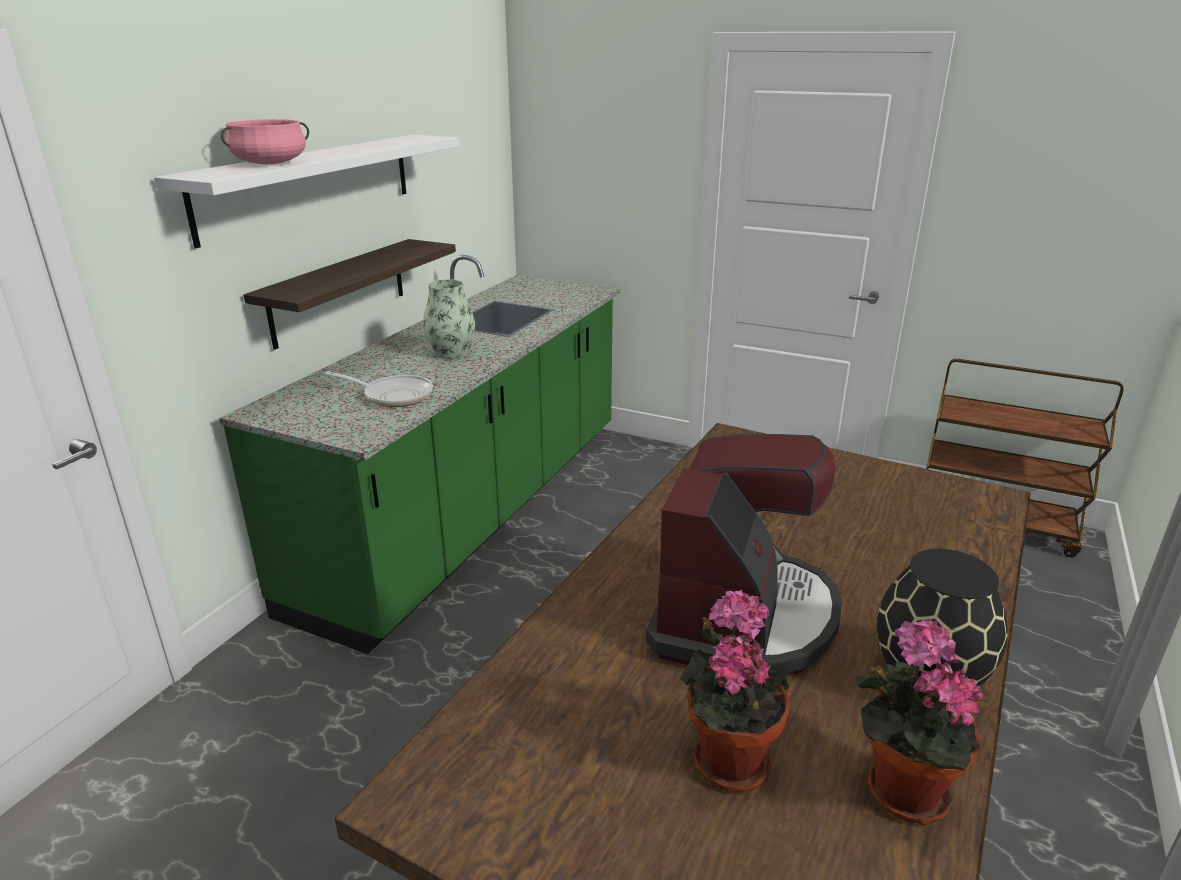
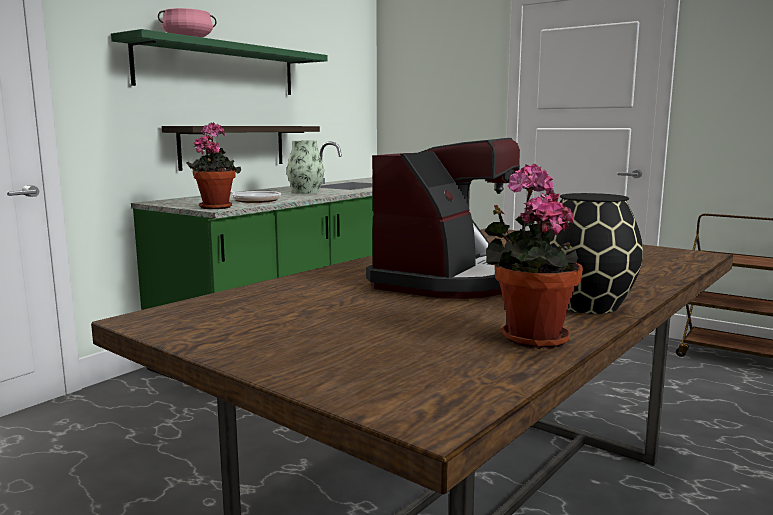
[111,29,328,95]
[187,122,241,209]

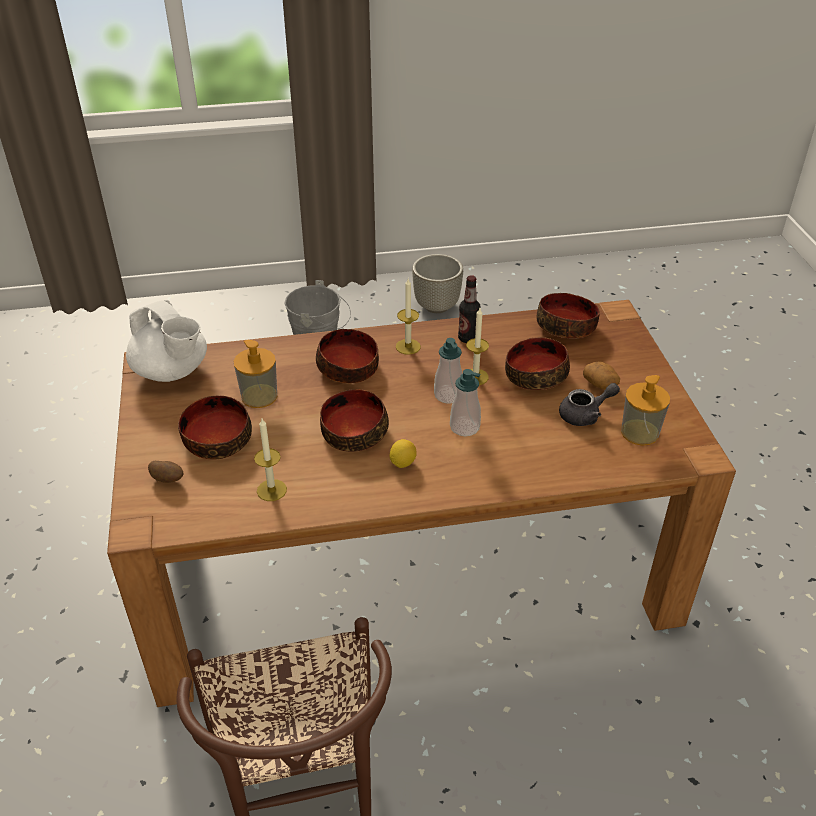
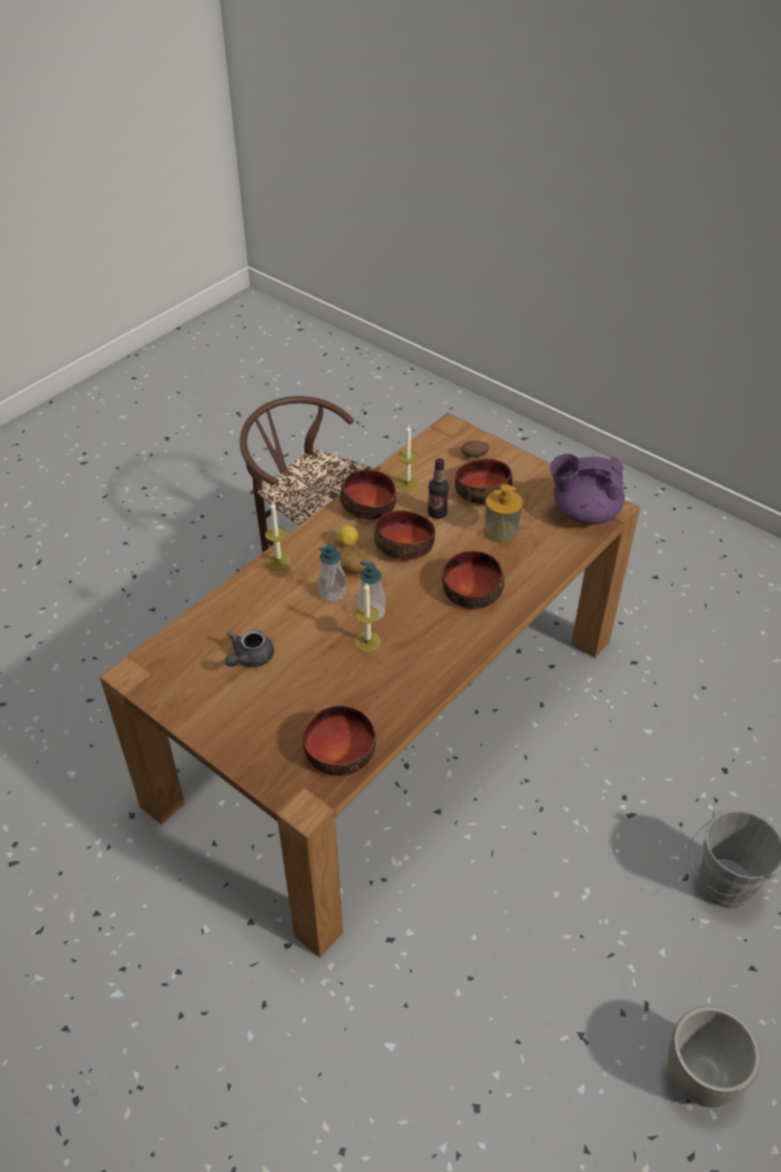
[428,458,449,519]
[265,501,291,570]
[550,454,625,525]
[340,470,396,520]
[340,549,373,574]
[621,375,670,446] (first image)

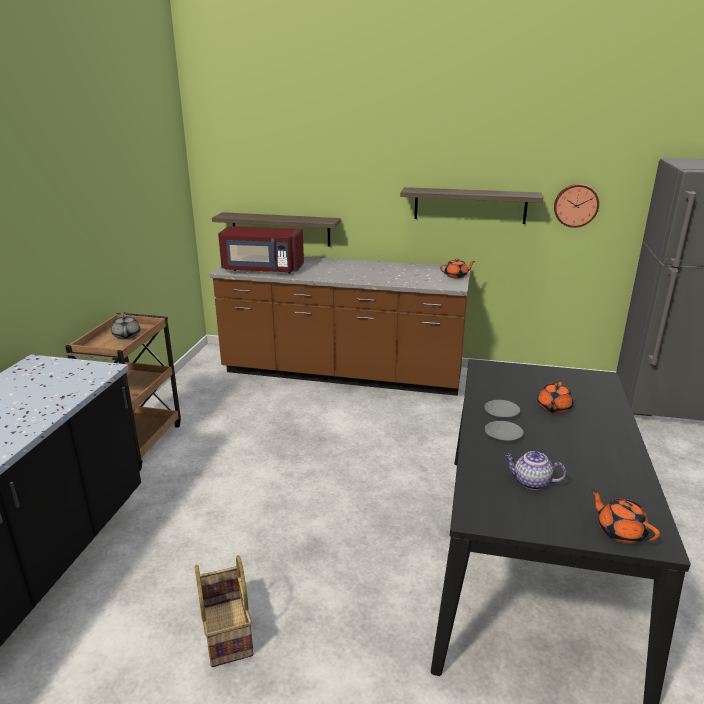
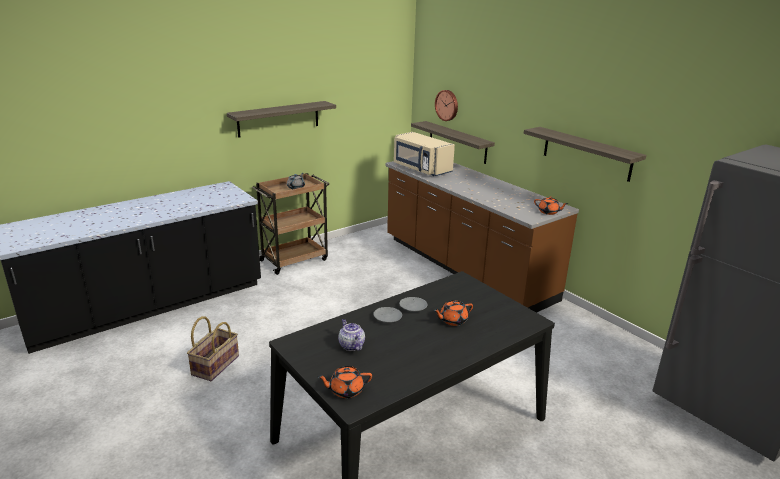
[435,90,458,121]
[394,132,455,176]
[317,366,372,398]
[227,101,336,138]

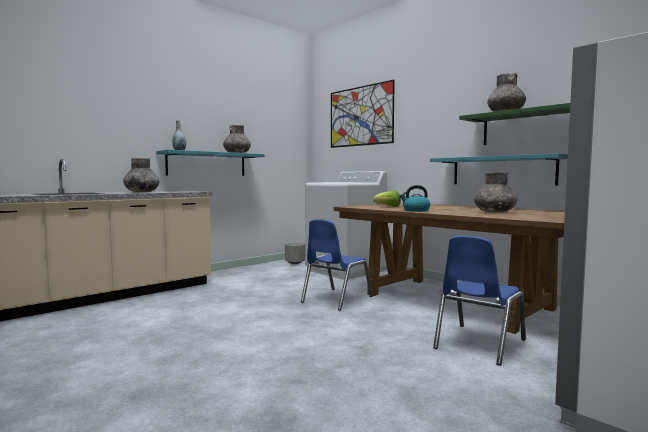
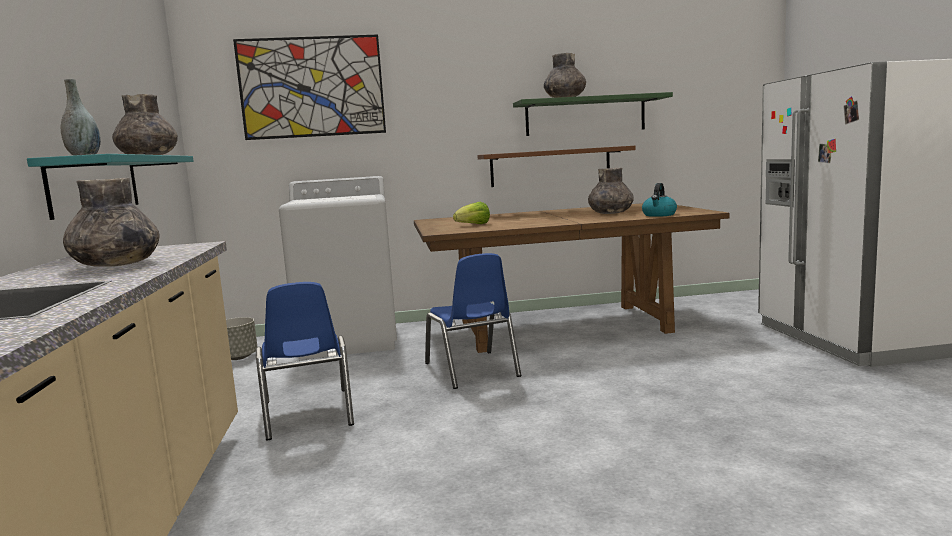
[477,146,635,187]
[642,183,677,217]
[256,282,354,440]

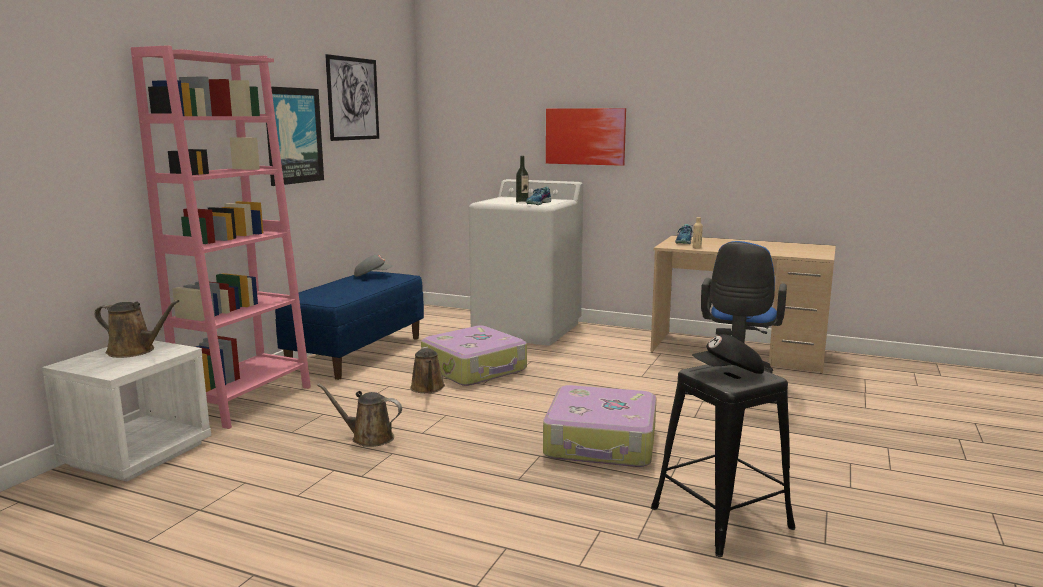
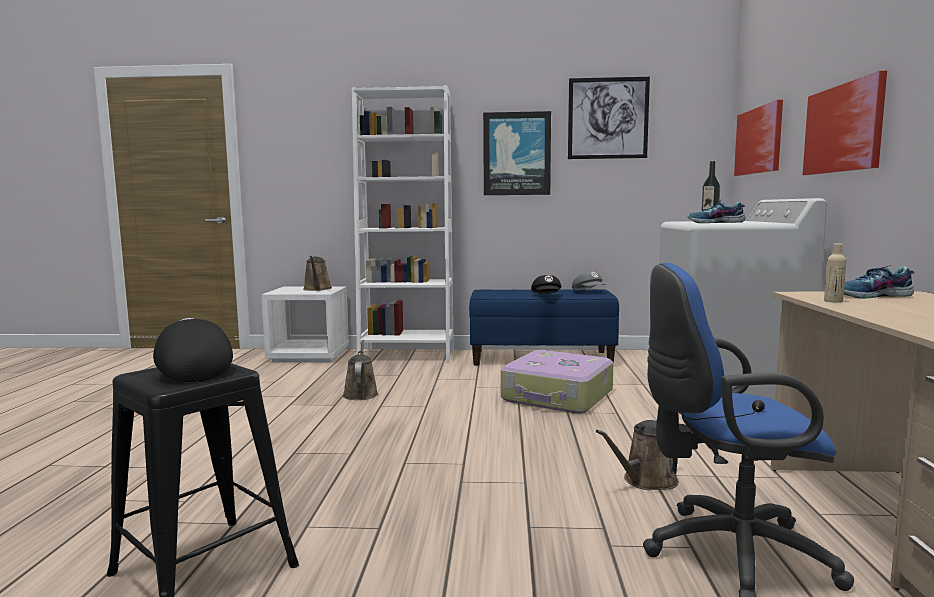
[352,85,454,363]
[596,420,679,490]
[543,385,656,467] (first image)
[734,100,783,176]
[531,275,561,294]

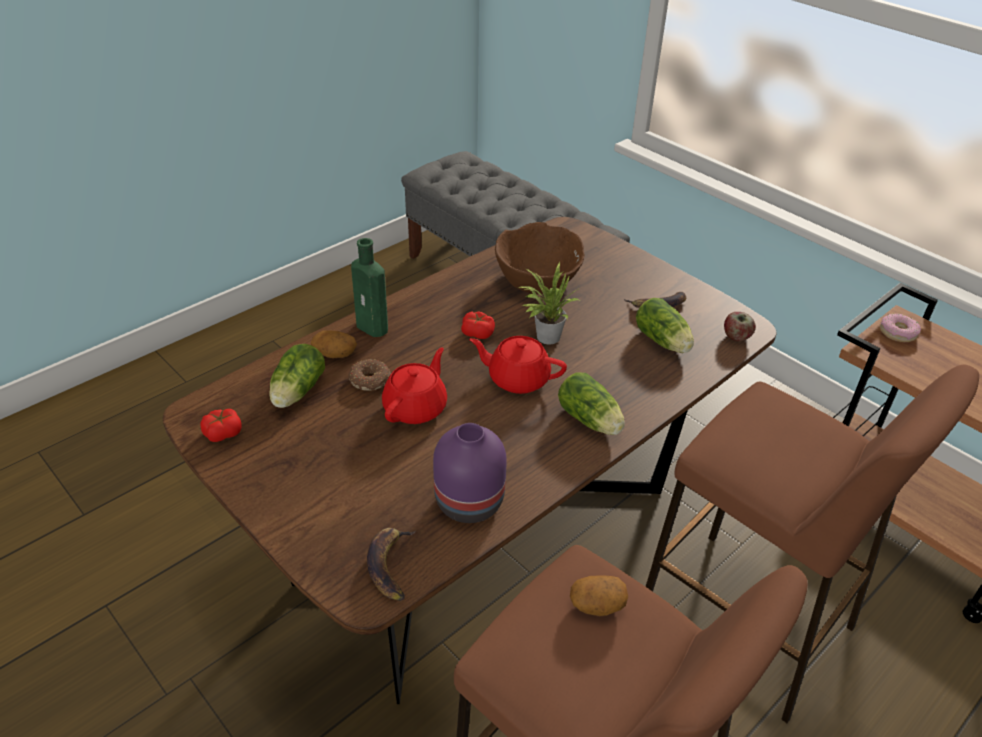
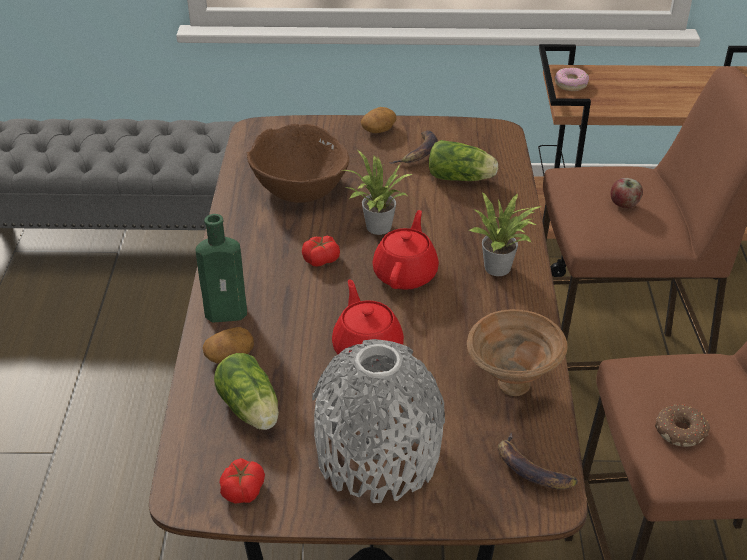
[610,178,643,208]
[372,210,439,290]
[655,404,710,447]
[470,192,541,276]
[467,309,568,396]
[361,107,396,133]
[312,339,445,503]

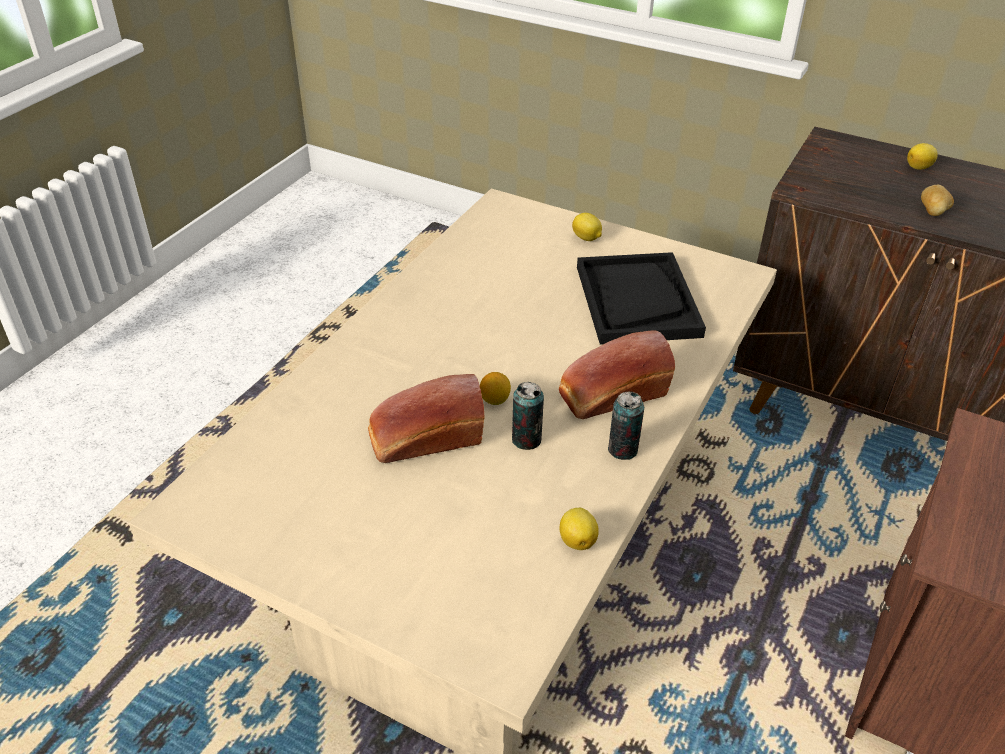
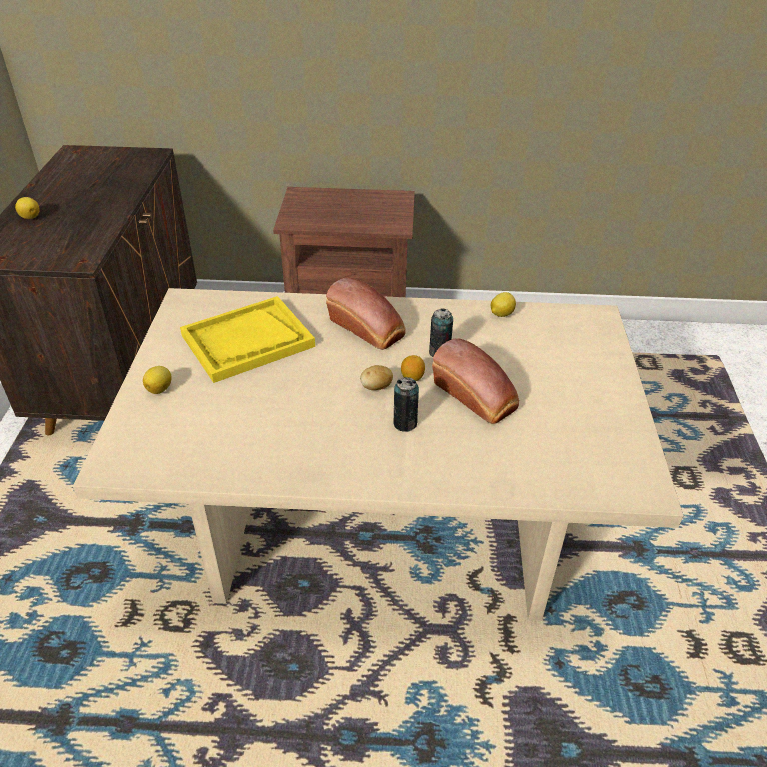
[360,365,393,390]
[180,296,315,383]
[393,377,419,432]

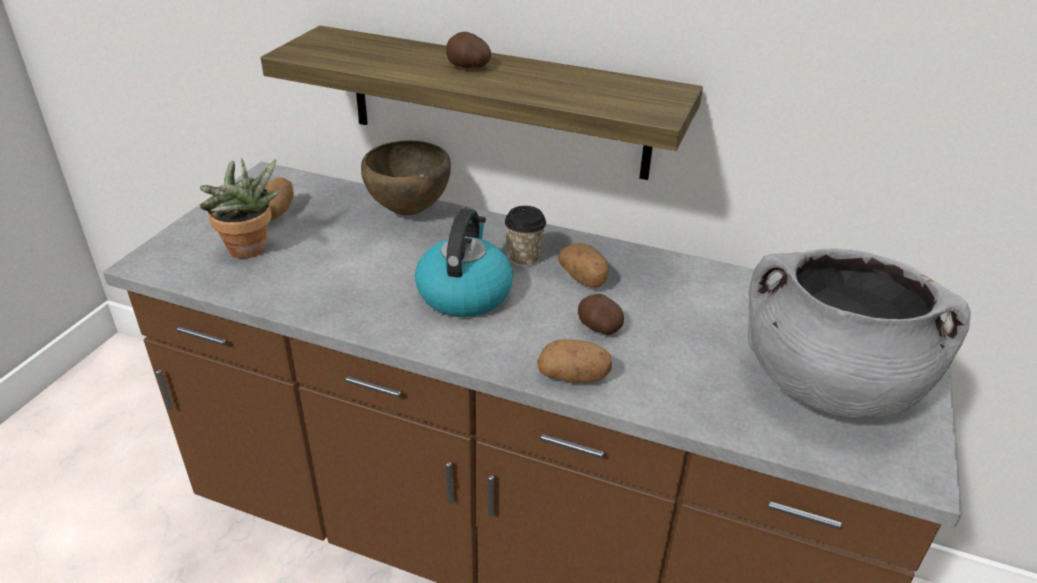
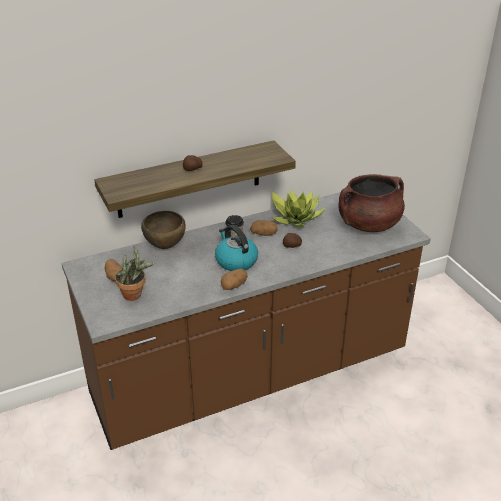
[338,174,405,232]
[221,269,247,290]
[271,190,326,227]

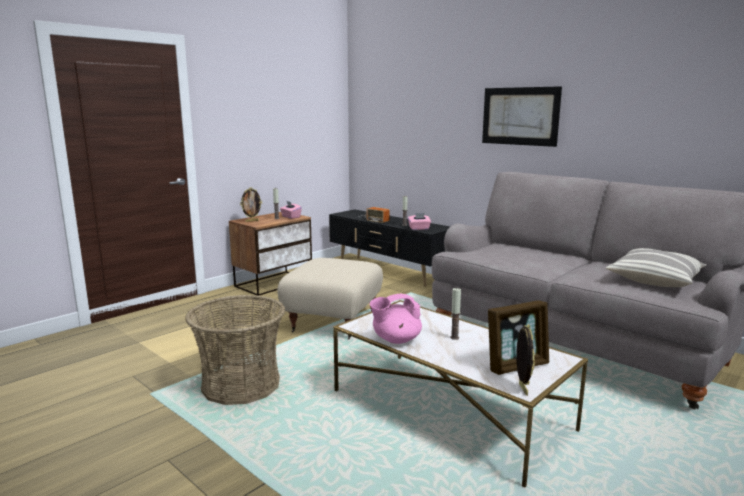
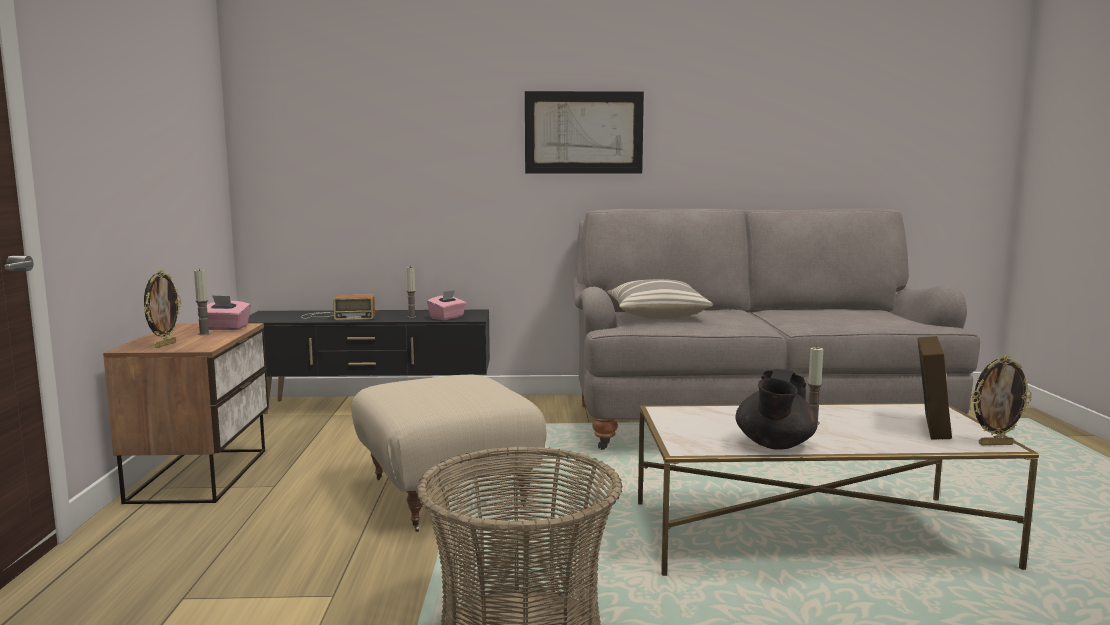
[608,279,713,319]
[735,369,818,450]
[972,355,1032,445]

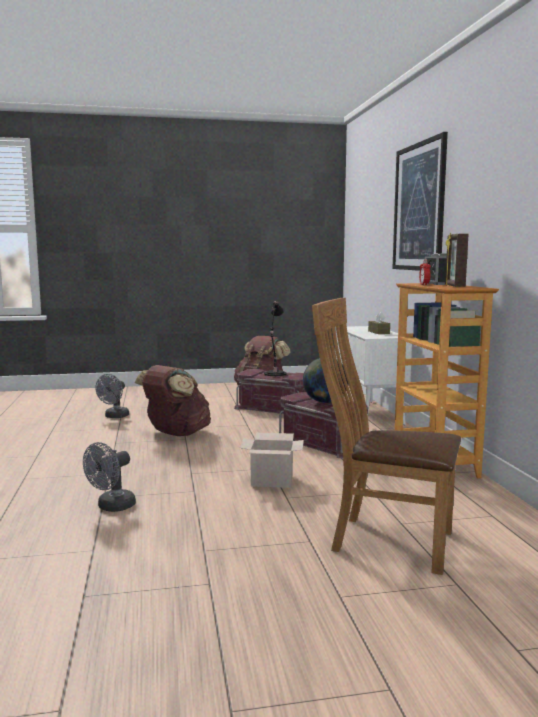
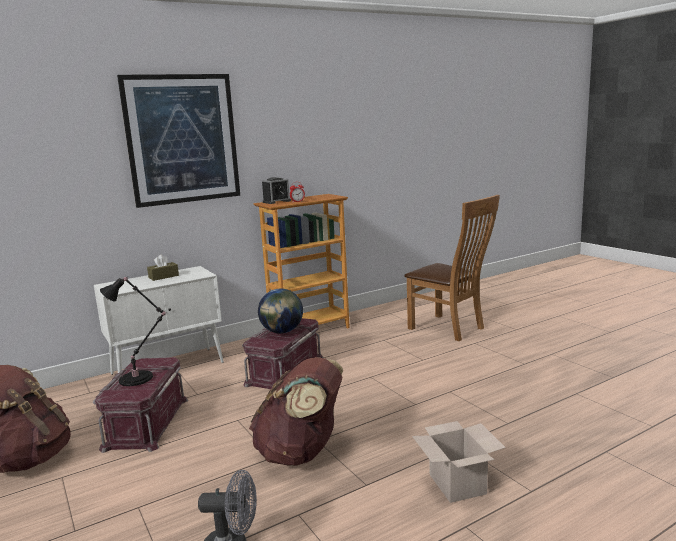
[445,232,468,287] (first image)
[404,195,500,341]
[412,421,506,503]
[83,442,136,512] (first image)

